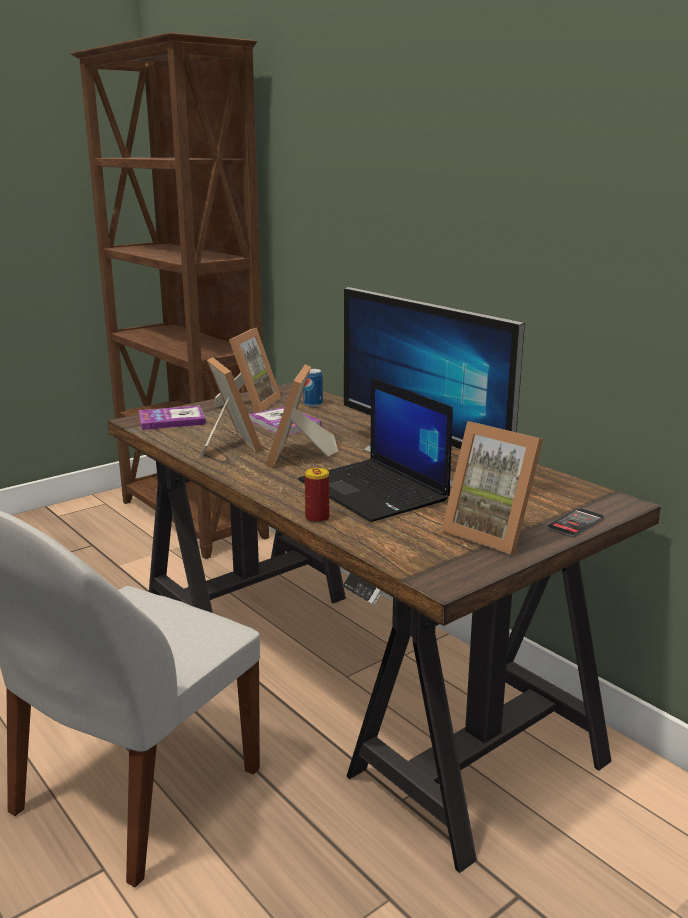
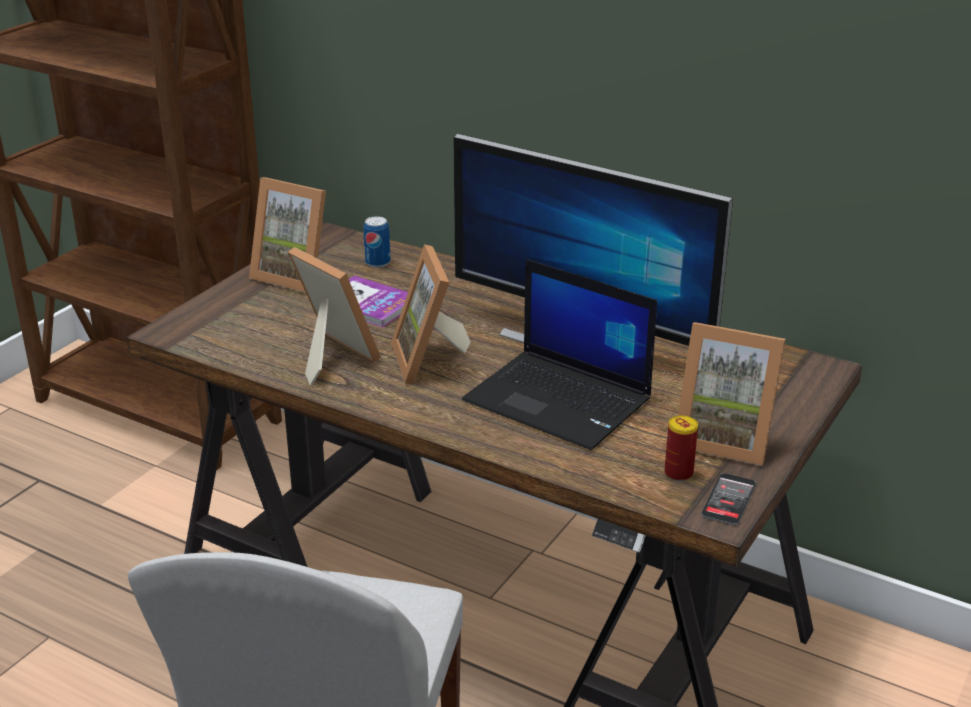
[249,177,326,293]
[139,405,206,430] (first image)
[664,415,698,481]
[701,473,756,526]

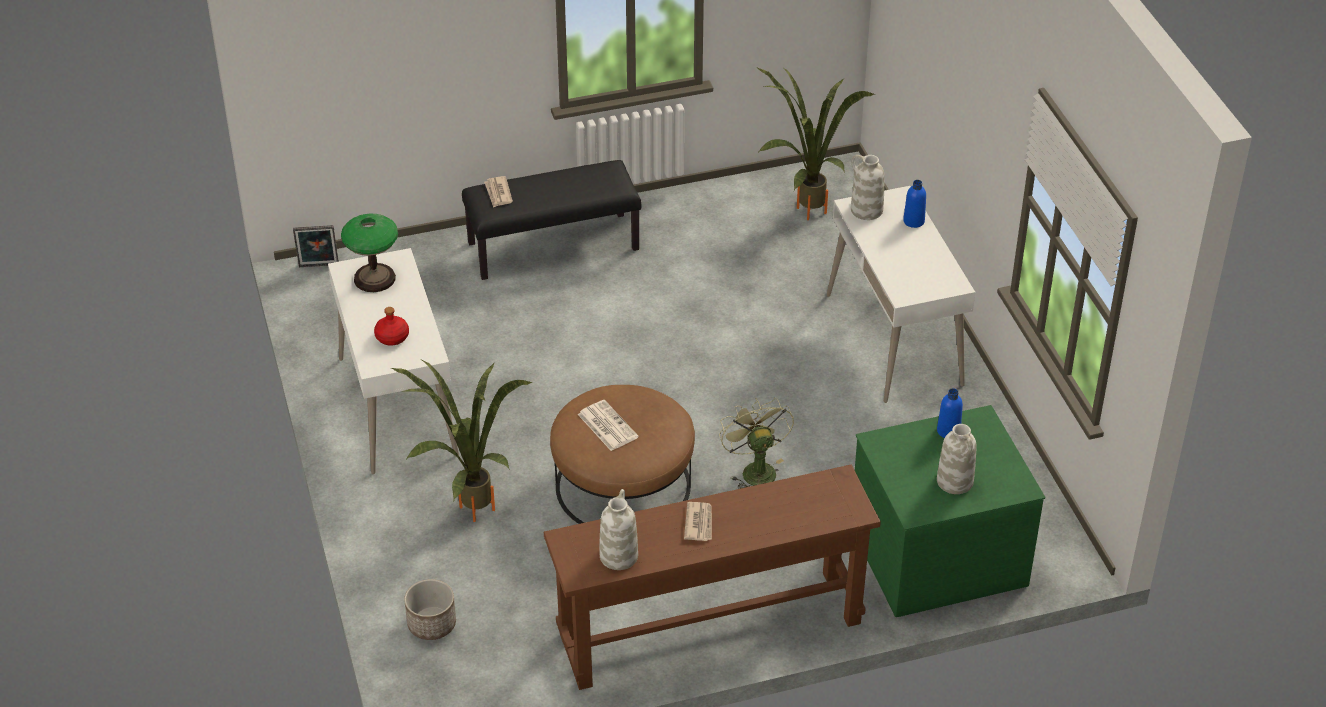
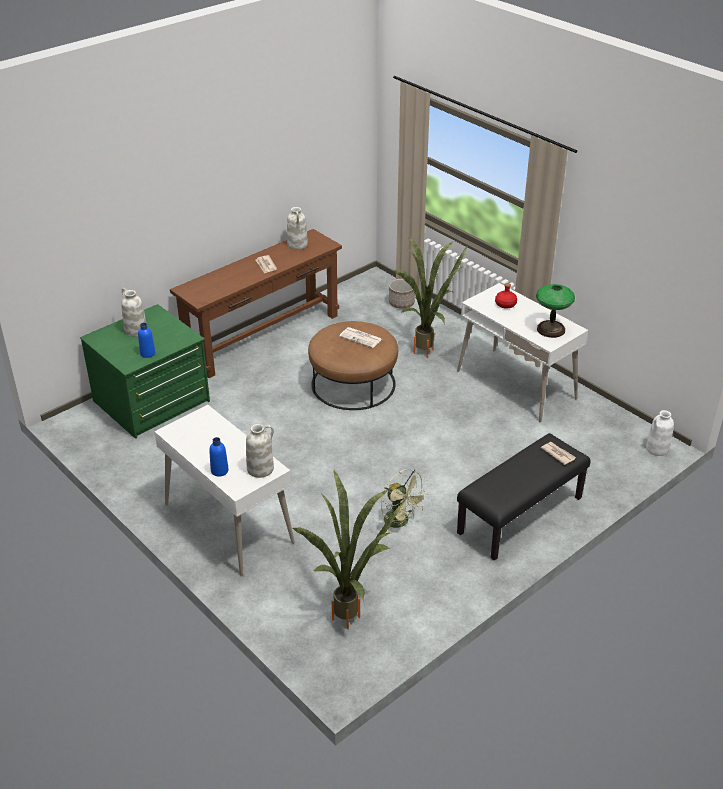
[646,410,674,456]
[381,469,429,535]

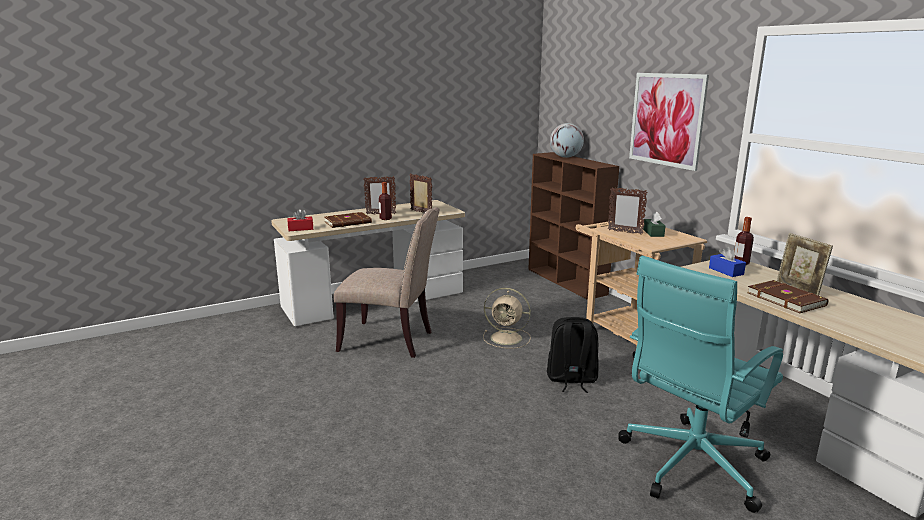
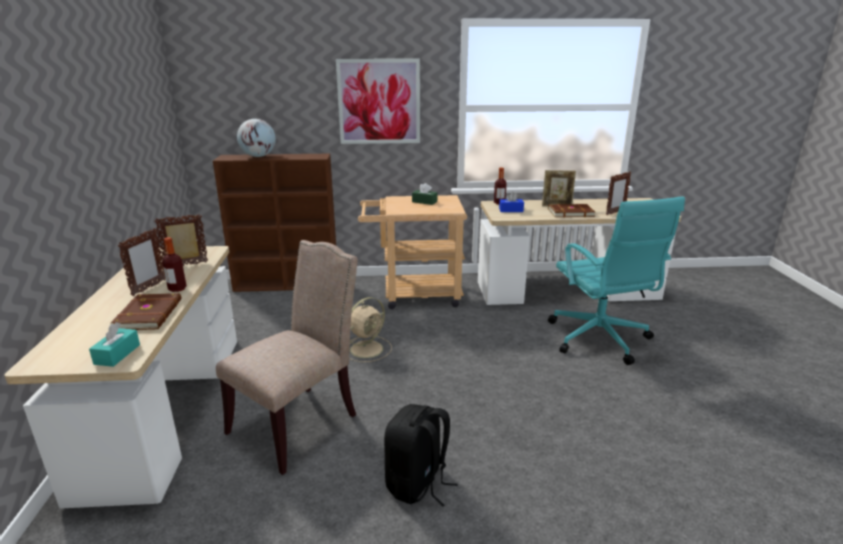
[606,171,631,215]
[89,322,140,367]
[384,404,458,506]

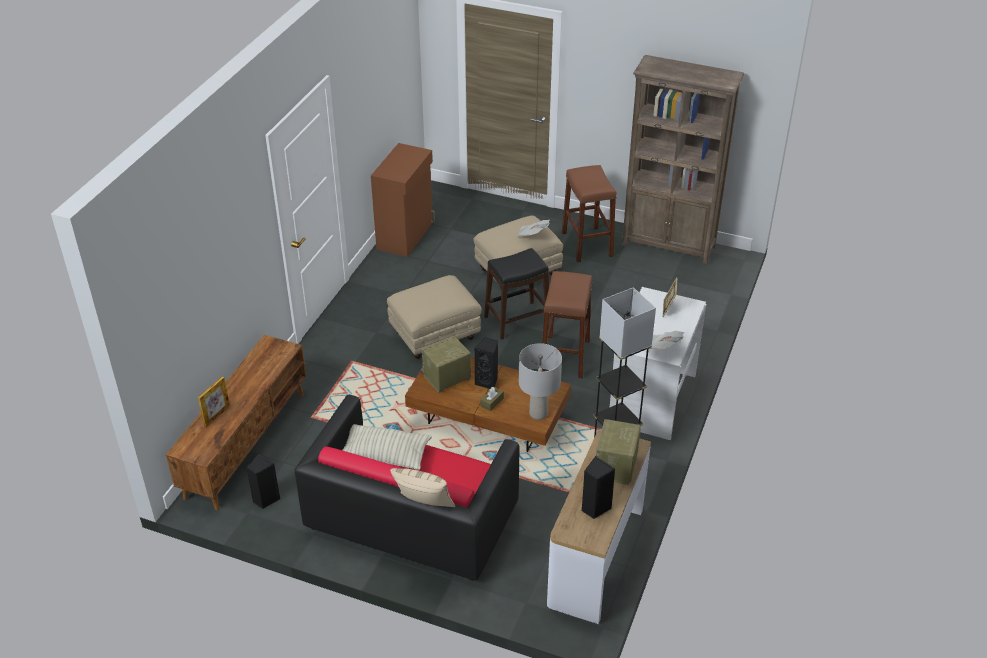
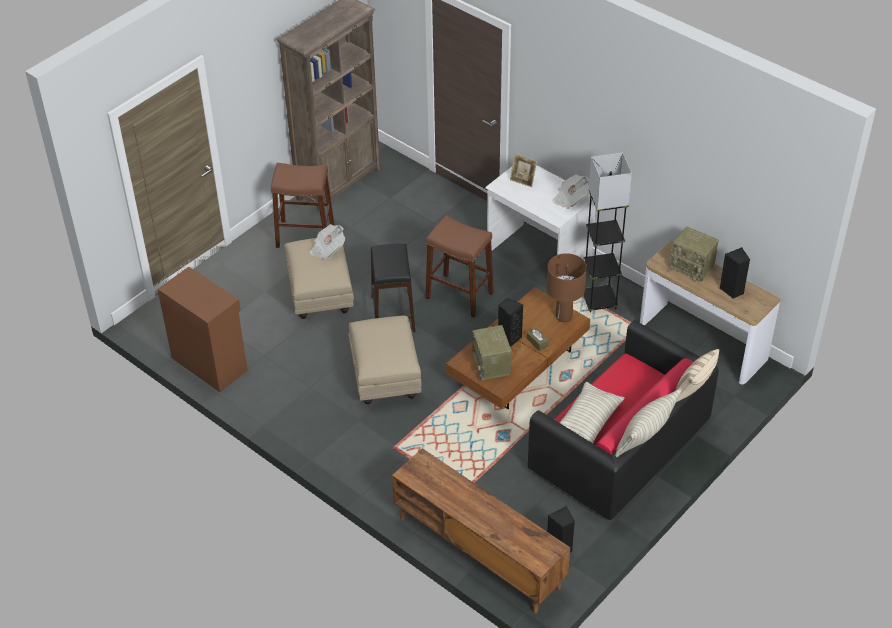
[547,253,587,322]
[198,376,230,427] (first image)
[615,388,682,457]

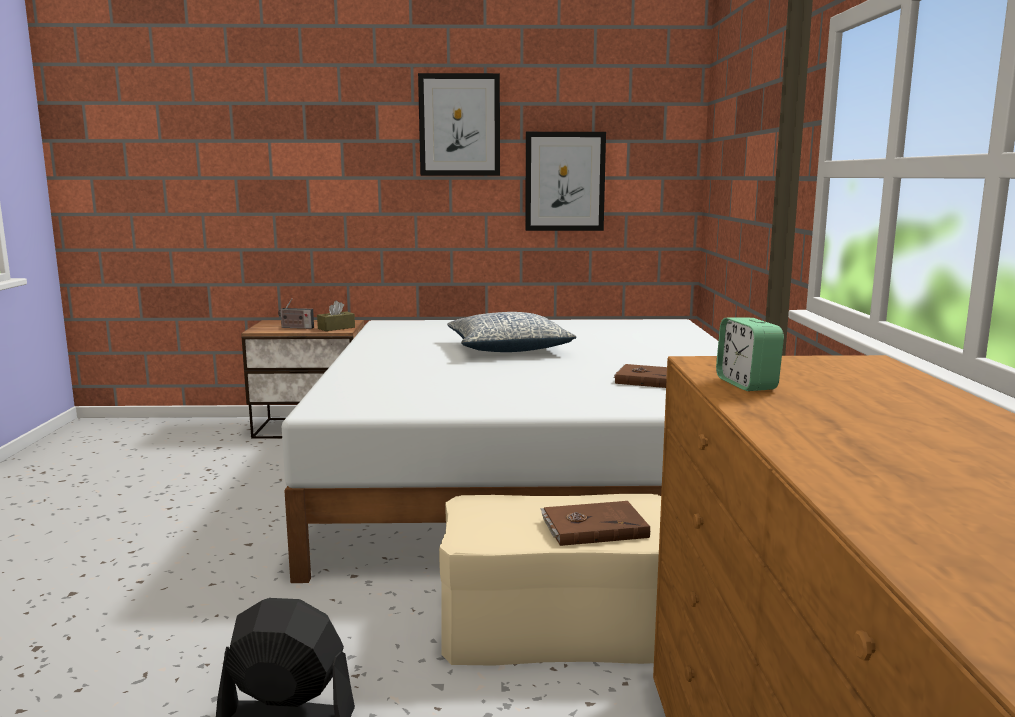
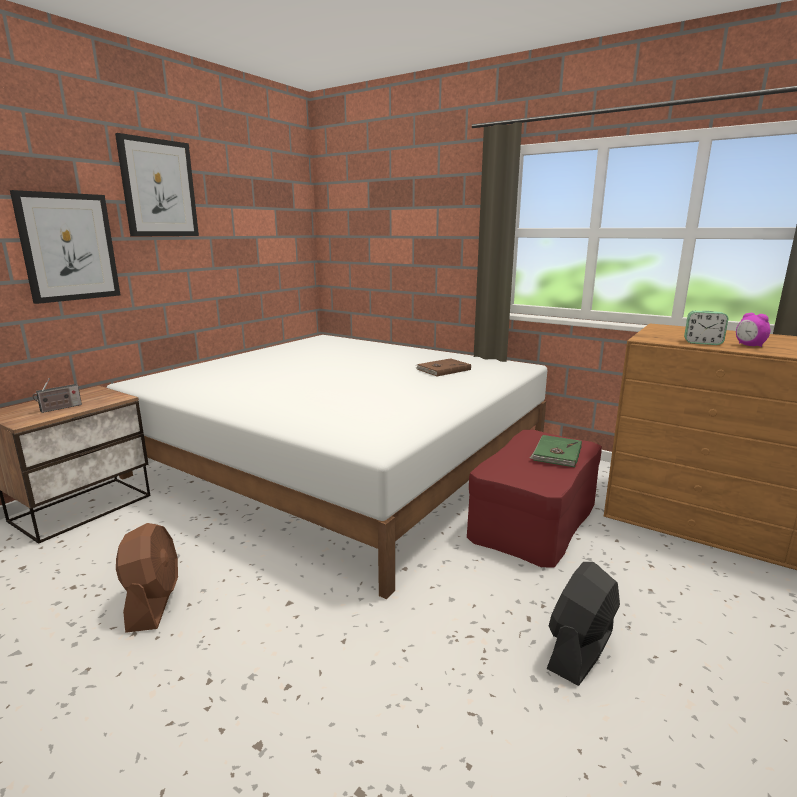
[10,190,120,304]
[317,301,355,331] (first image)
[447,312,576,352] (first image)
[467,430,602,568]
[530,435,582,468]
[736,313,771,347]
[116,523,178,633]

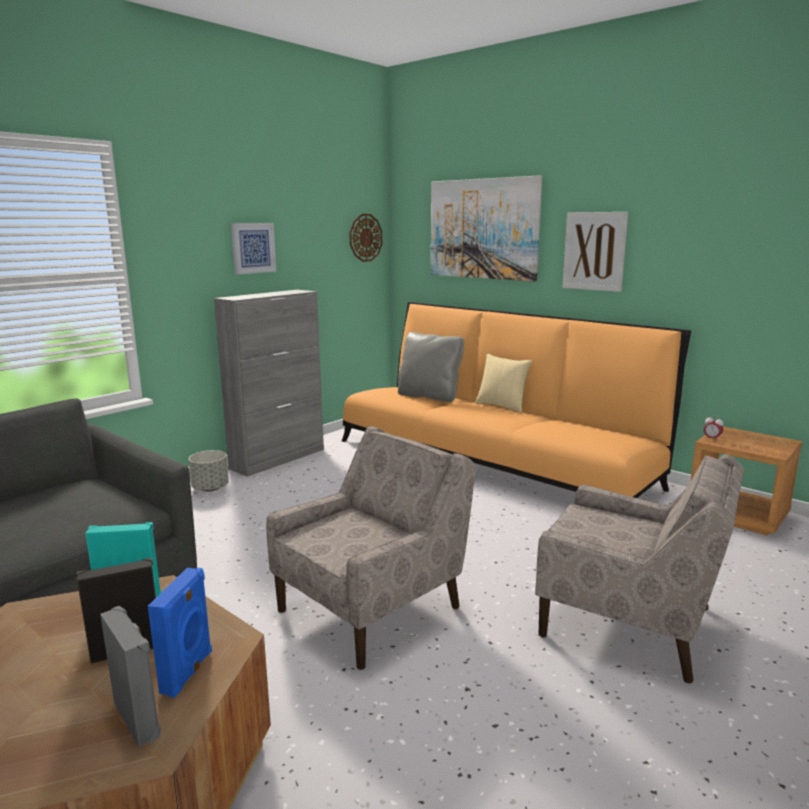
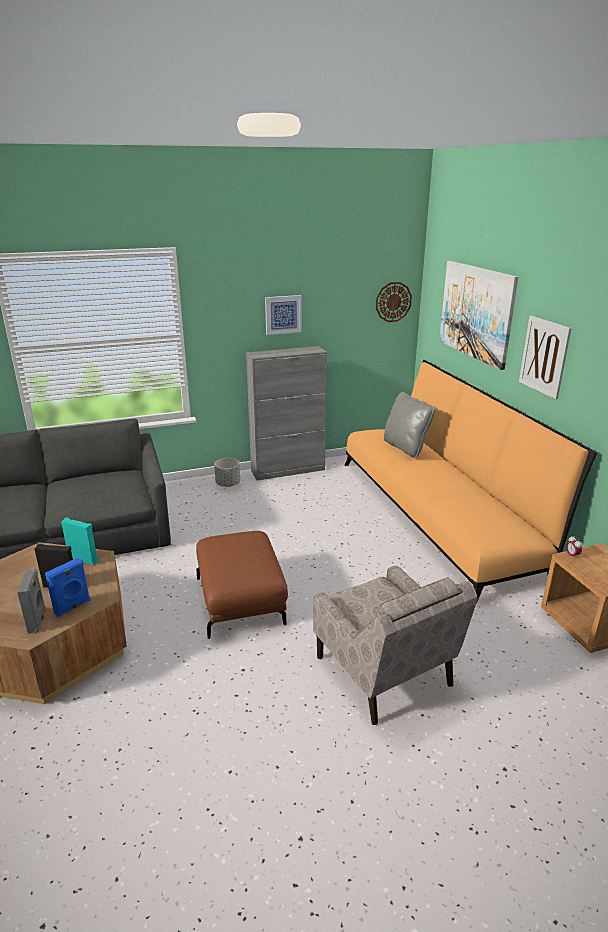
[475,354,533,413] (first image)
[196,531,288,639]

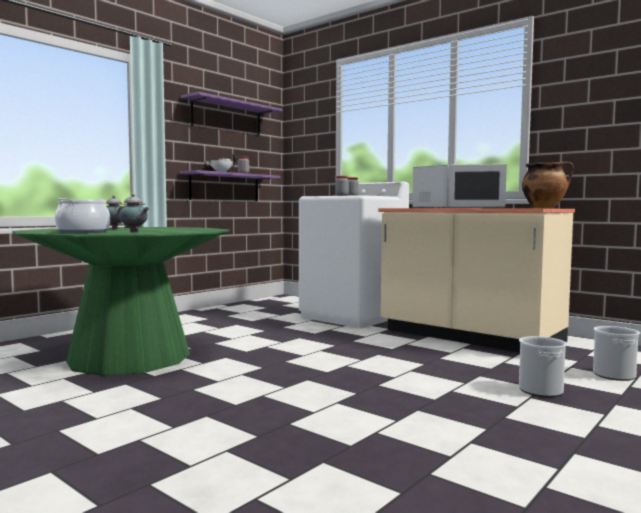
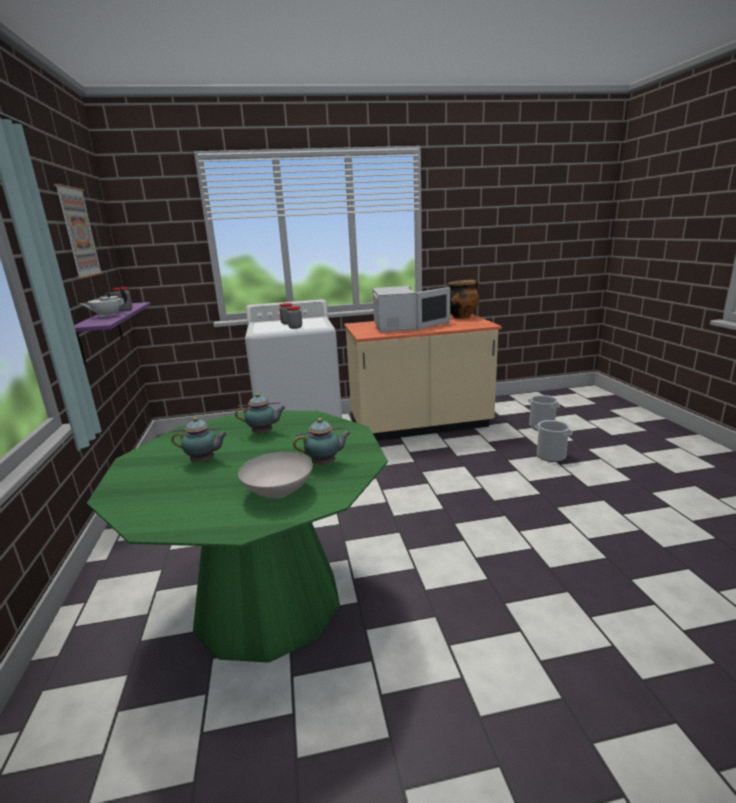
[54,184,103,279]
[238,452,313,498]
[235,393,286,434]

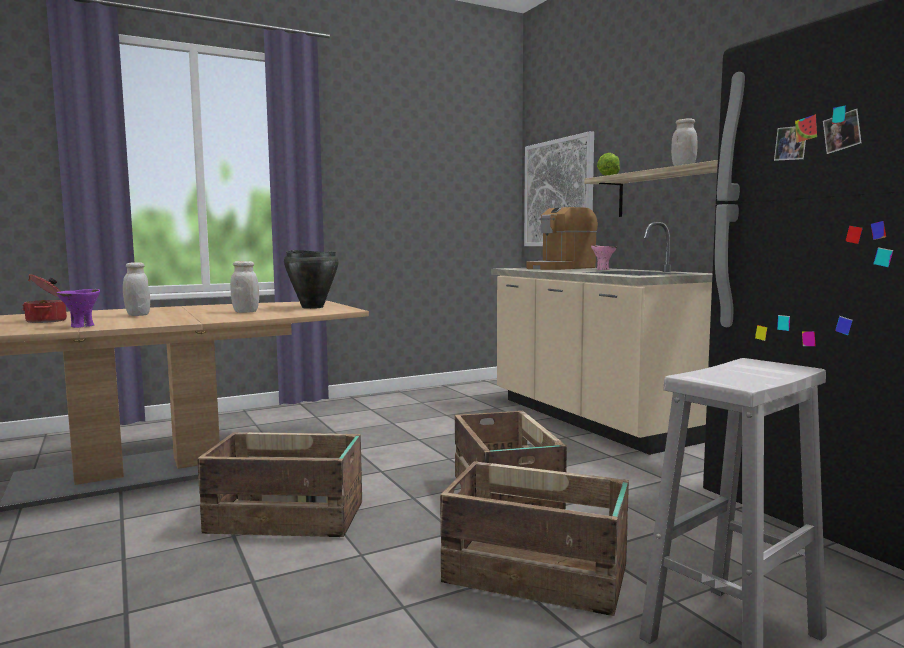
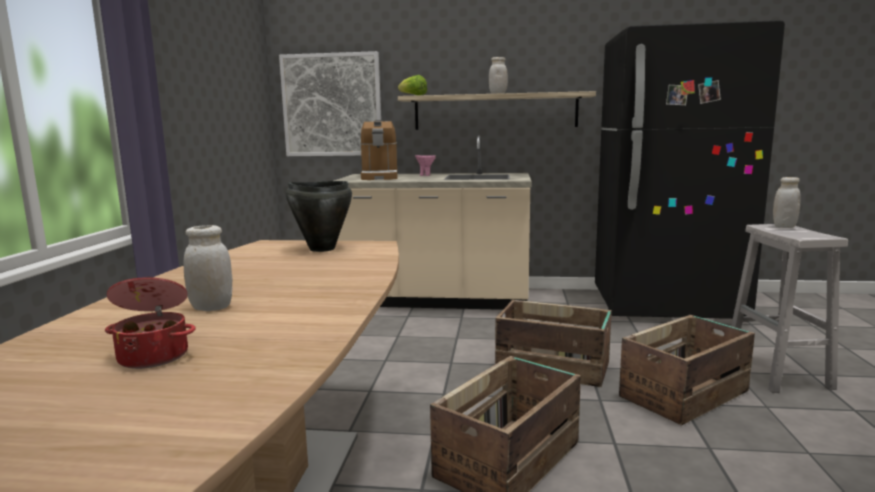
[773,177,801,228]
[56,289,100,328] (first image)

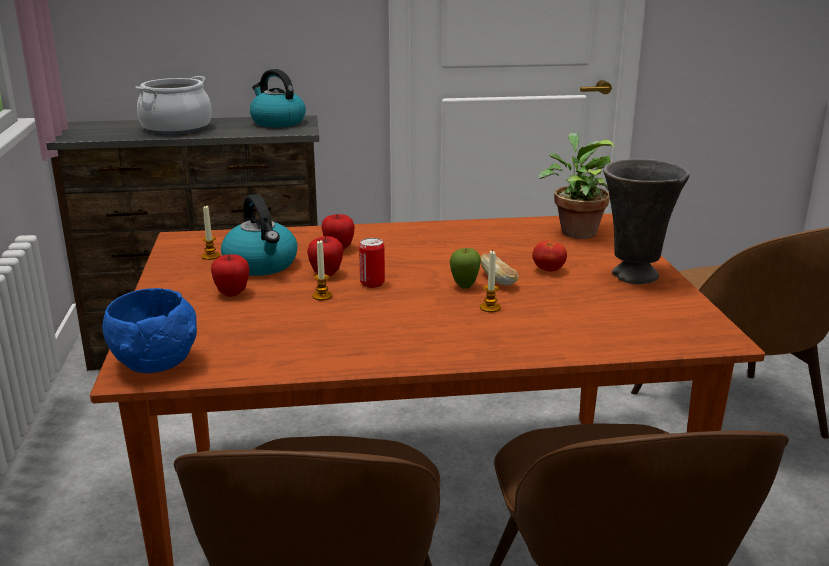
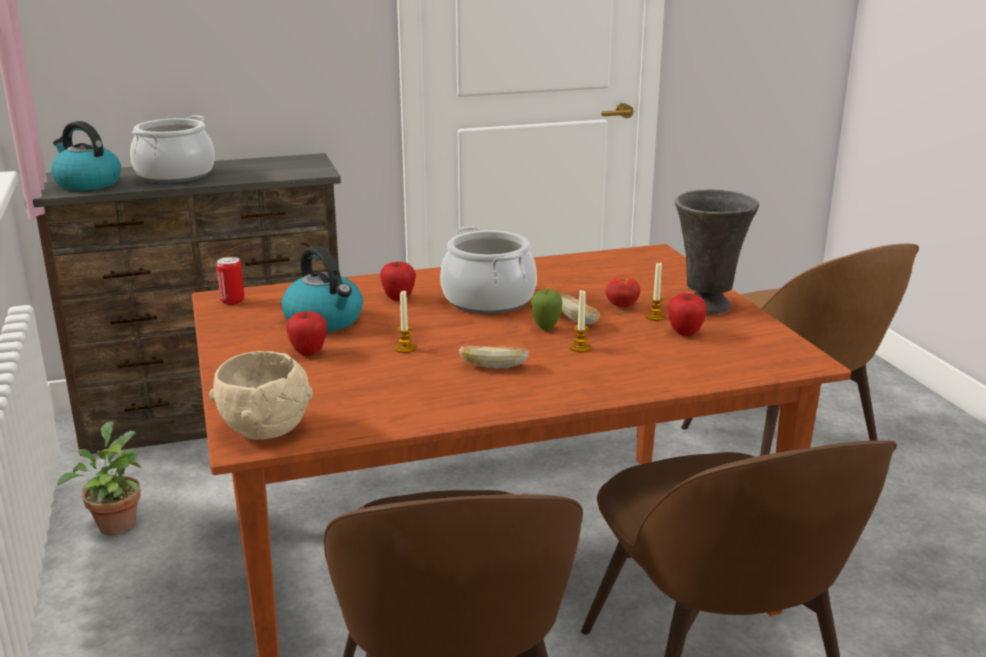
[51,121,121,191]
[57,422,141,535]
[645,263,665,321]
[668,293,707,336]
[216,257,244,305]
[209,351,313,440]
[440,226,537,314]
[459,346,529,368]

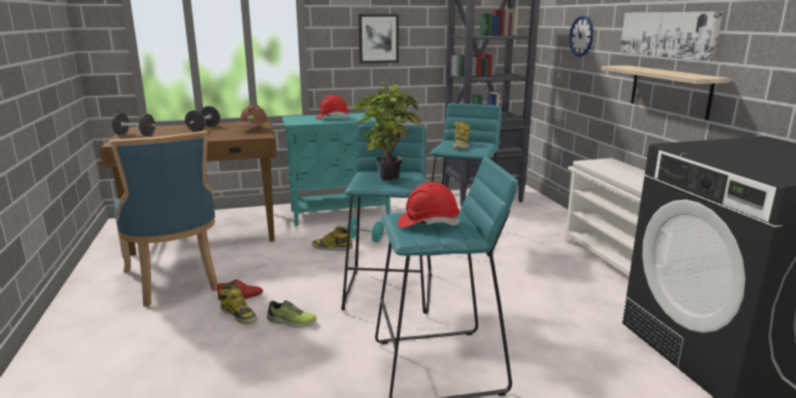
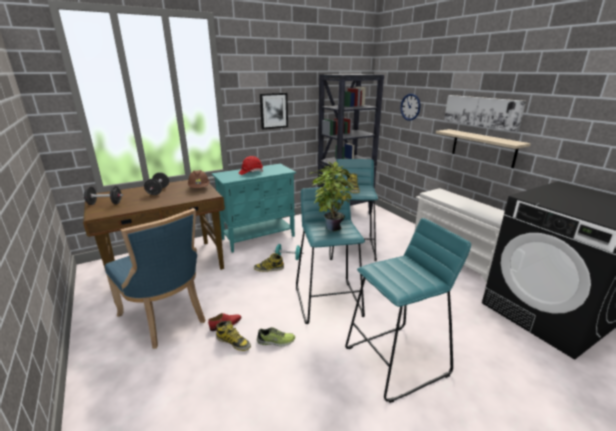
[397,182,460,228] (first image)

